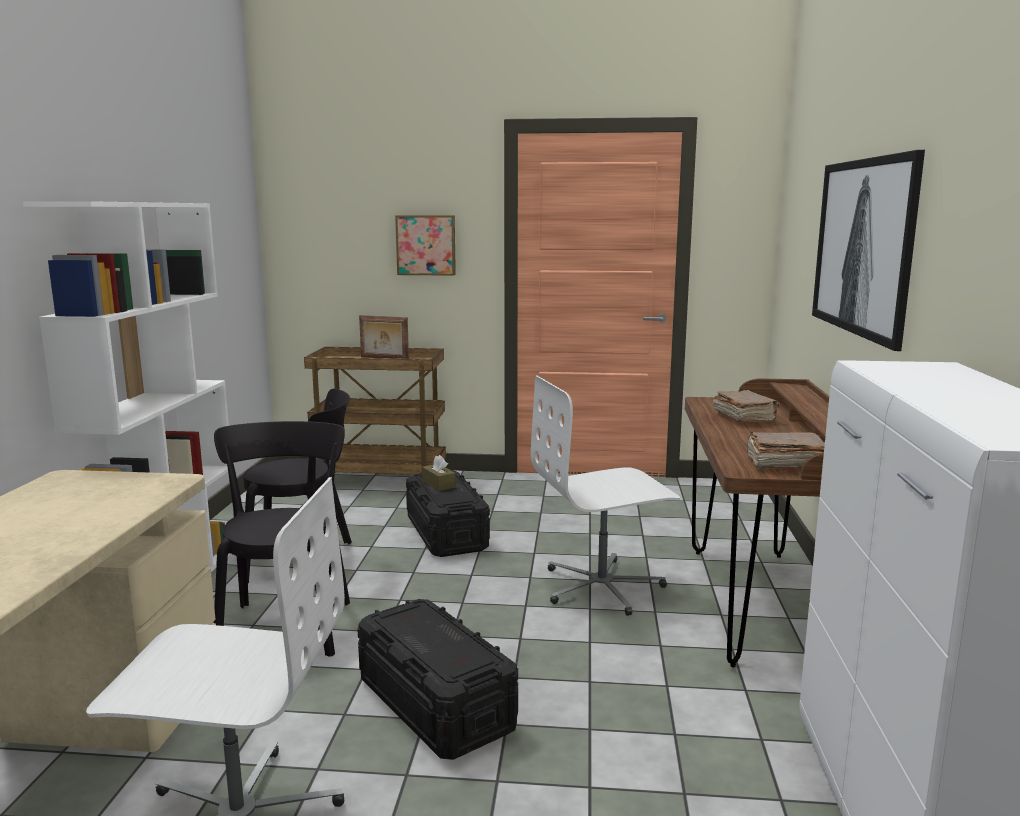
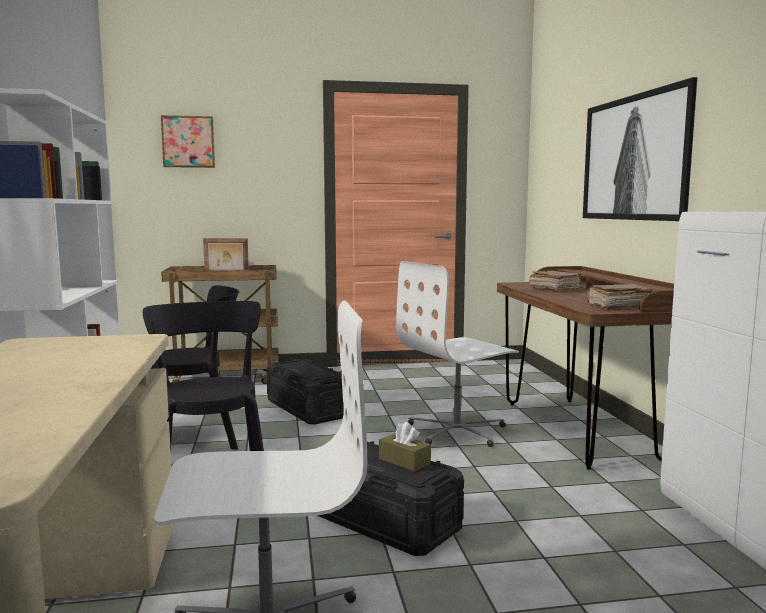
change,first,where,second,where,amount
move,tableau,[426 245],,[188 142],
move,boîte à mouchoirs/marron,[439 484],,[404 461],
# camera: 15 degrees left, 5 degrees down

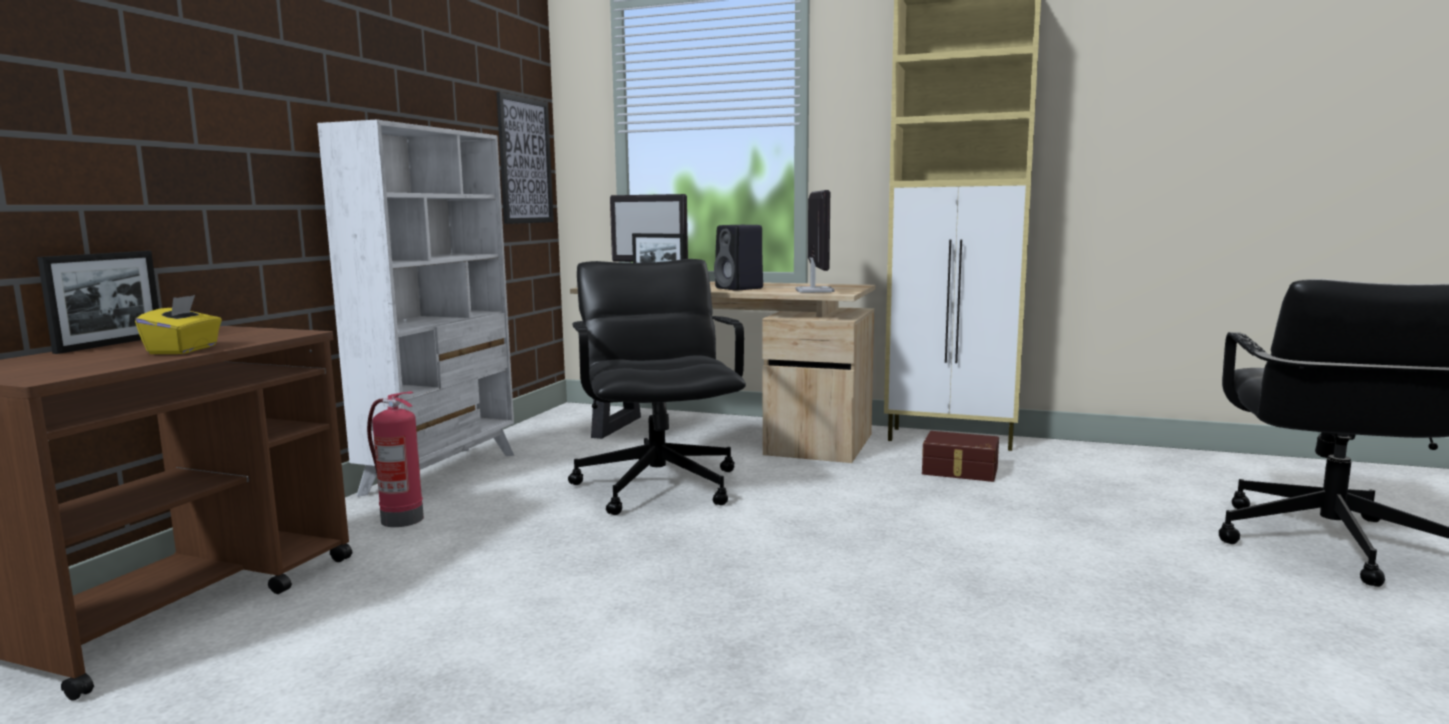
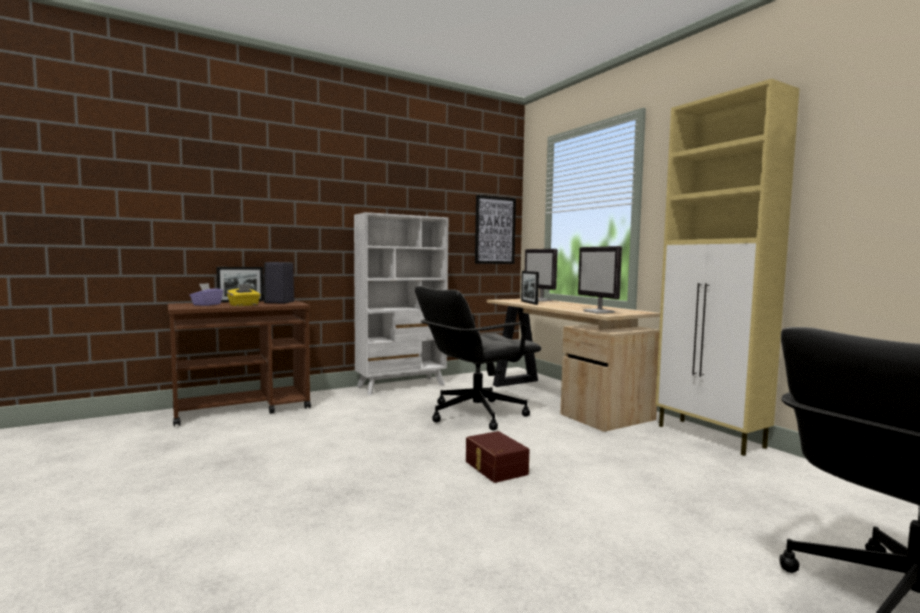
change,first,where,second,where,amount
delete,extincteur,[400 519],,,
insert,,,boîte à mouchoirs/violet,[206 305],
move,enceinte/noir,[740 288],,[279 302],
move,boîte de rangement/marron,[960 471],,[495 468],
rotate,chaise de bureau/noir,[659 485],,[475 414],150 degrees counterclockwise
rotate,écran d'ordinateur,[814 291],,[599 312],120 degrees clockwise
# camera: 40 degrees right, 5 degrees down

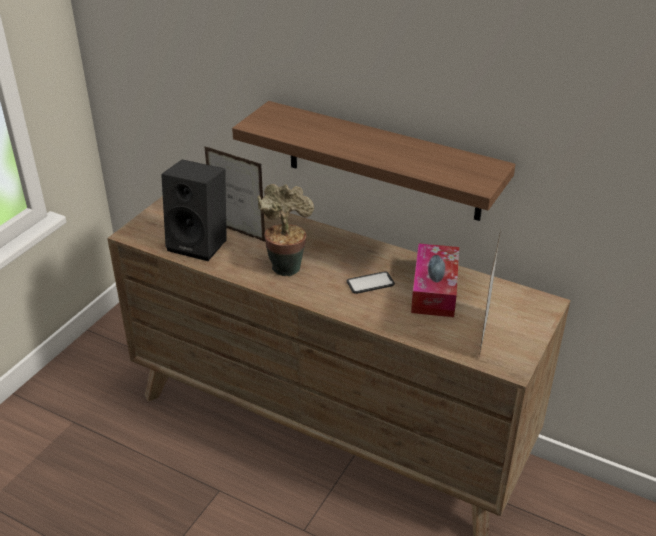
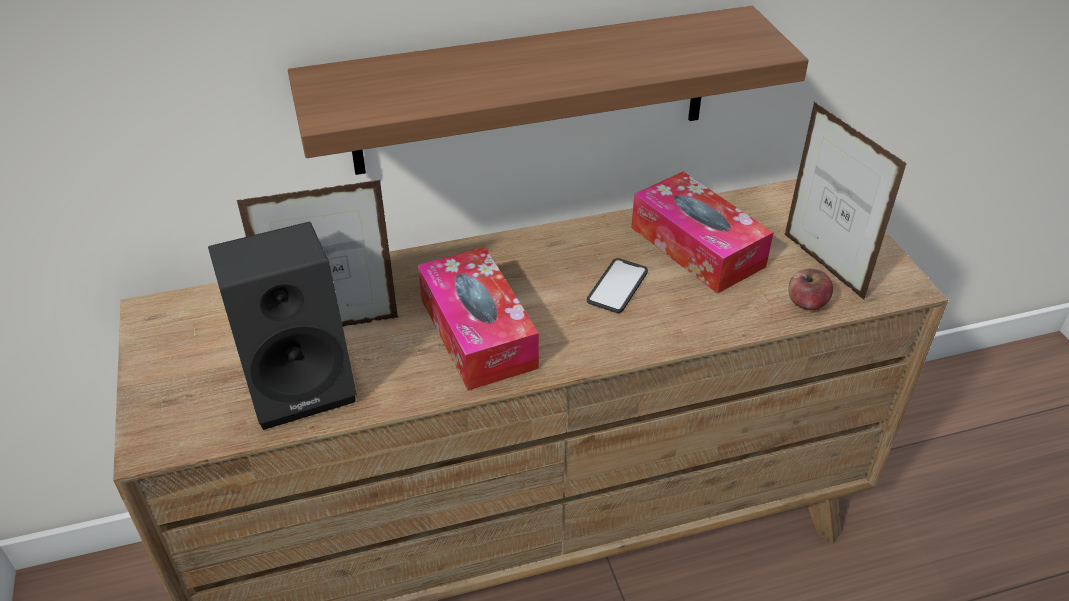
change,first,where,second,where,amount
insert,,,pomme,[806 303],
replace,plante en pot,[286 265],boîte à mouchoirs,[477 333],
# camera: 45 degrees left, 5 degrees up

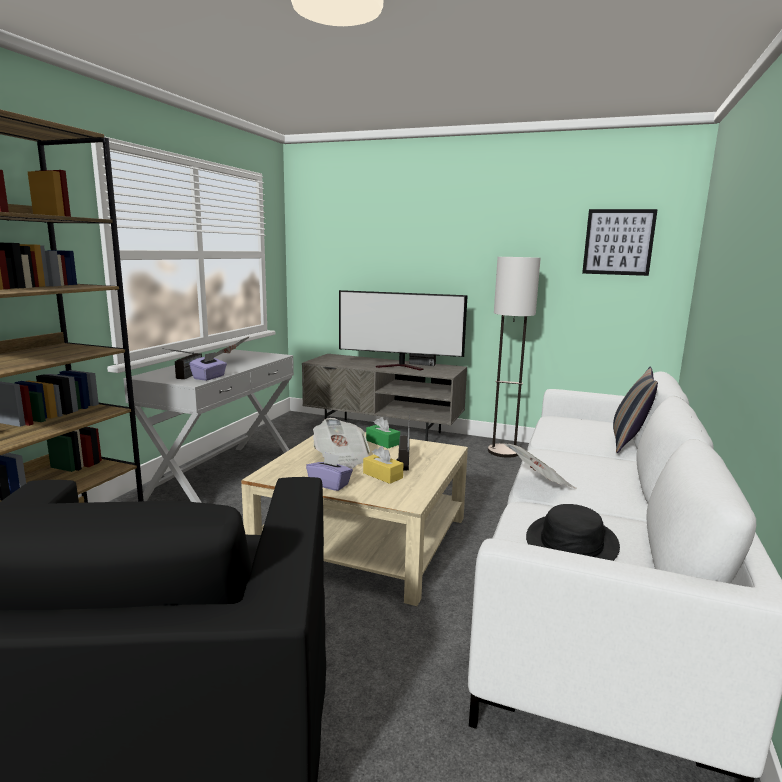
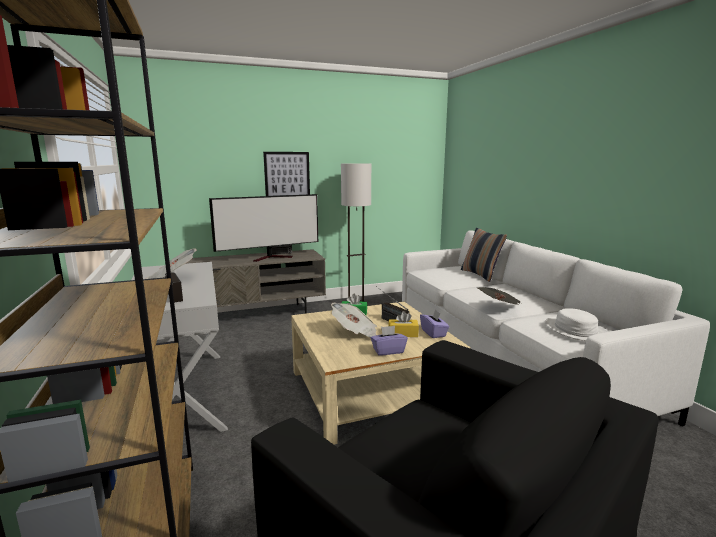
change,first,where,second,where,amount
move,boîte à mouchoirs/violet,[209 377],,[433 333],
move,tableau,[618 242],,[287 175],
recolor,chapeau/noir,[571 543],chapeau/blanc,[575 330],
# camera: 40 degrees left, 0 degrees up

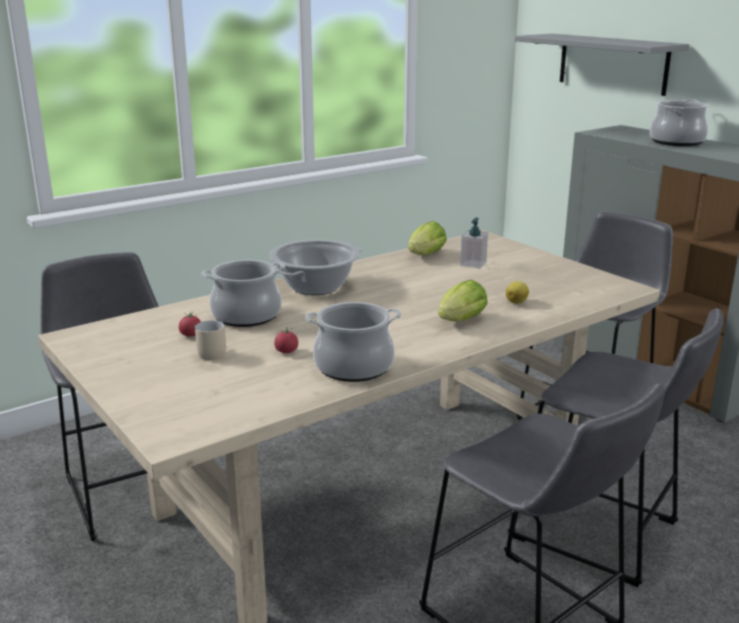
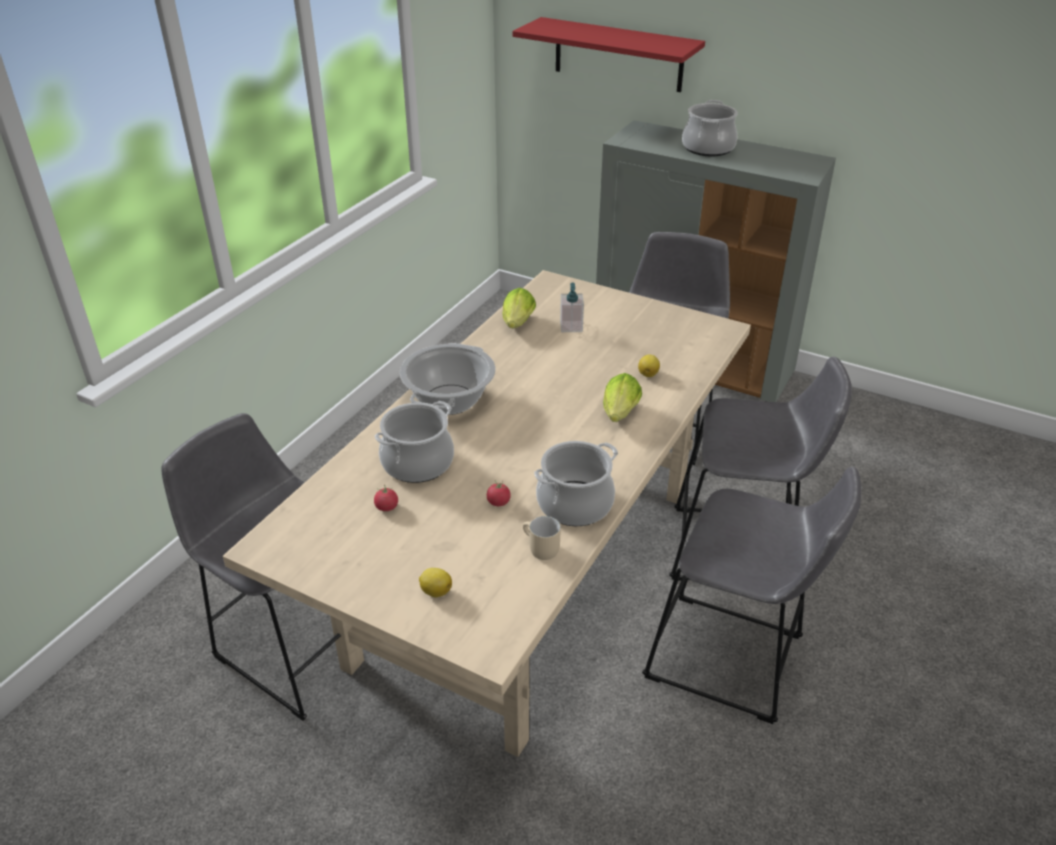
change,first,where,second,where,amount
insert,,,citron,[435 591],
move,mug/beige,[209 353],,[539 549],
recolor,étagère/gris,[612 63],étagère/rouge,[618 55],
# camera: 25 degrees left, 15 degrees up

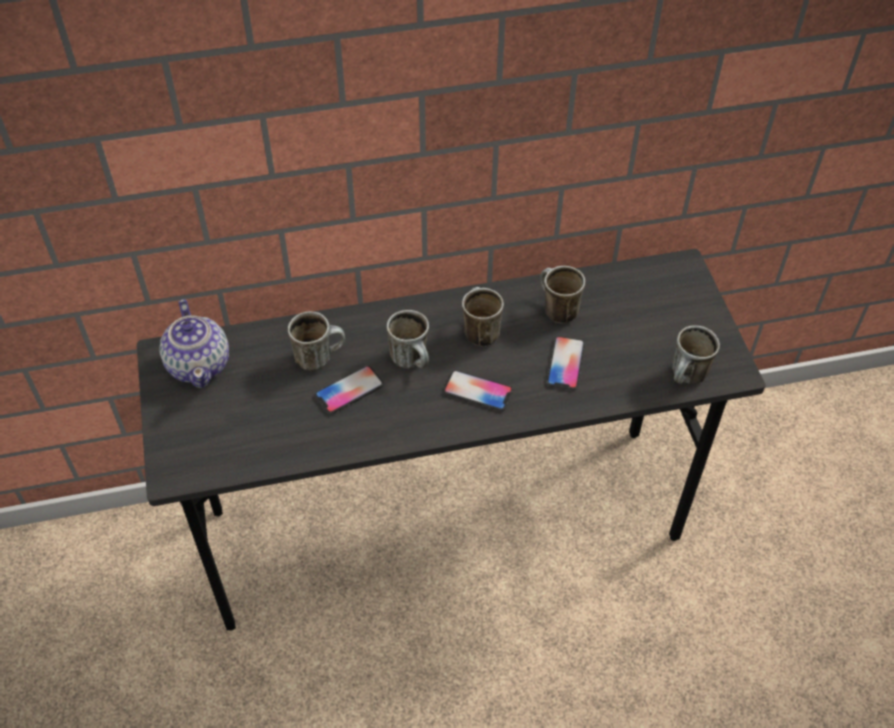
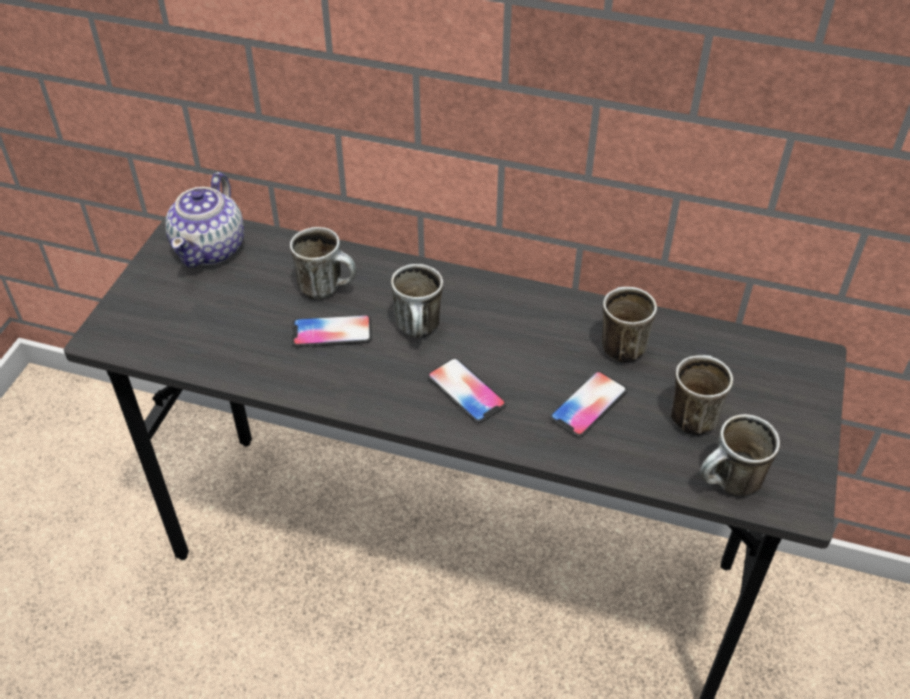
change,first,where,second,where,amount
move,mug,[478 331],,[692 413],
# camera: 30 degrees right, 5 degrees down

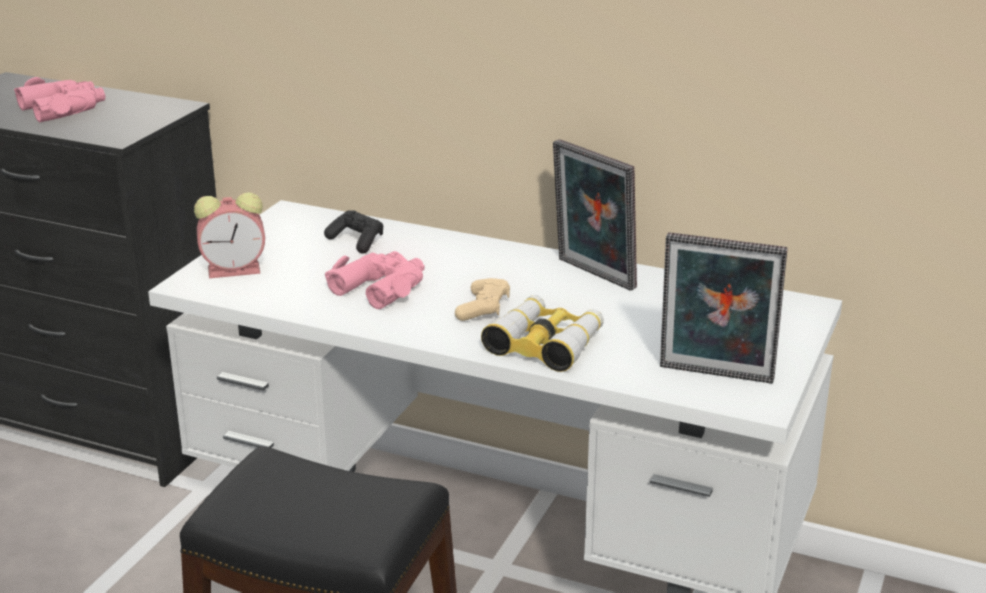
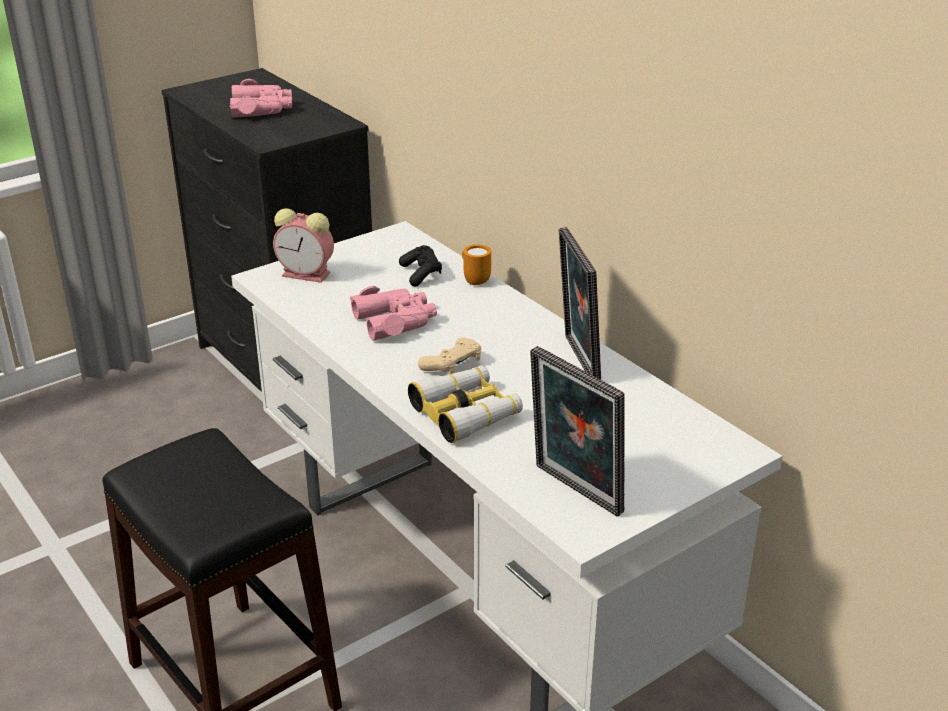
change,first,where,second,where,amount
insert,,,mug/orange,[474 280],
# camera: 30 degrees right, 5 degrees up

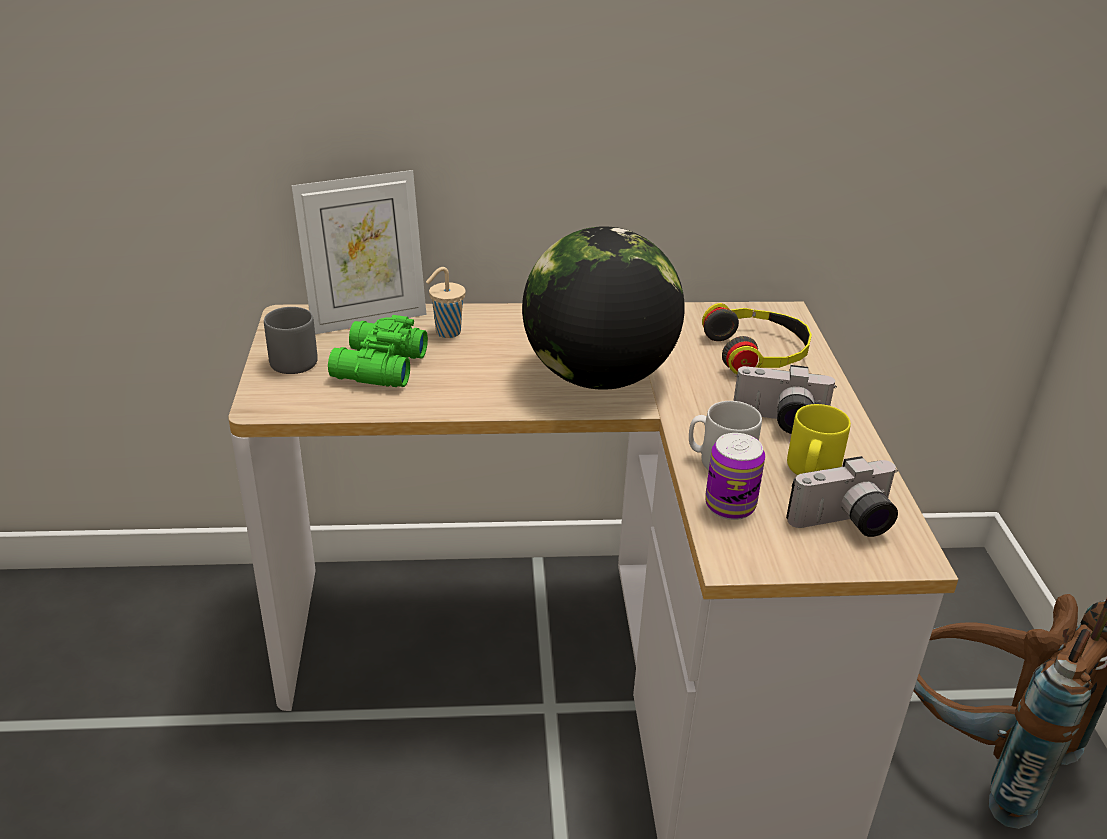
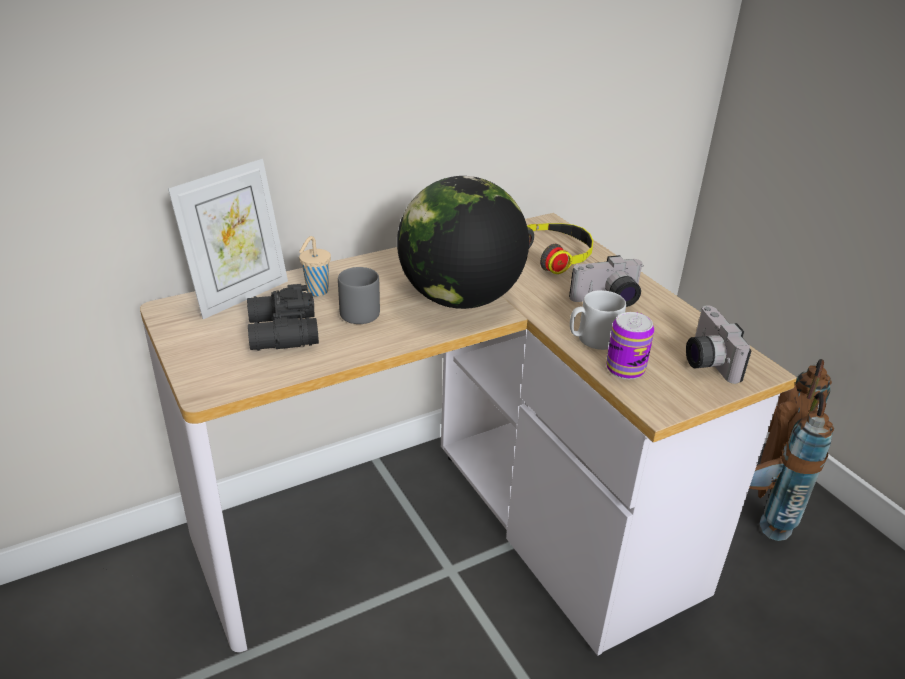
change,first,where,second,where,amount
delete,mug/jaune,[811 470],,,
move,mug/gris,[297 359],,[359 311],
recolor,jumelles/vert,[377 367],jumelles/noir,[281 333],
rotate,appareil photo,[845 524],,[705 360],120 degrees clockwise
# camera: 25 degrees left, 0 degrees up

